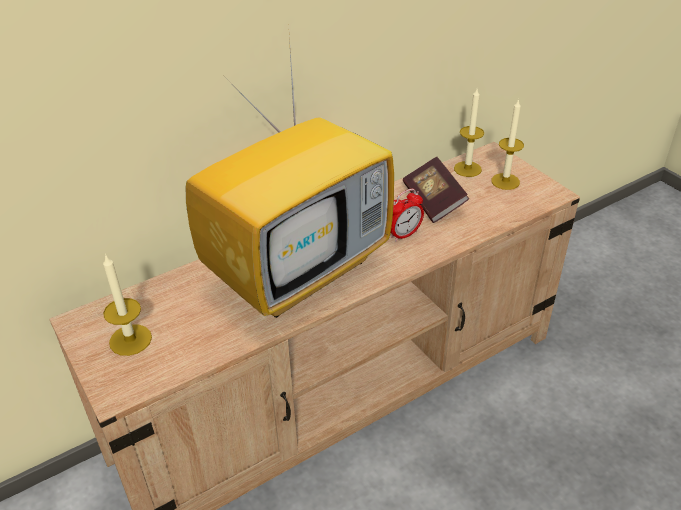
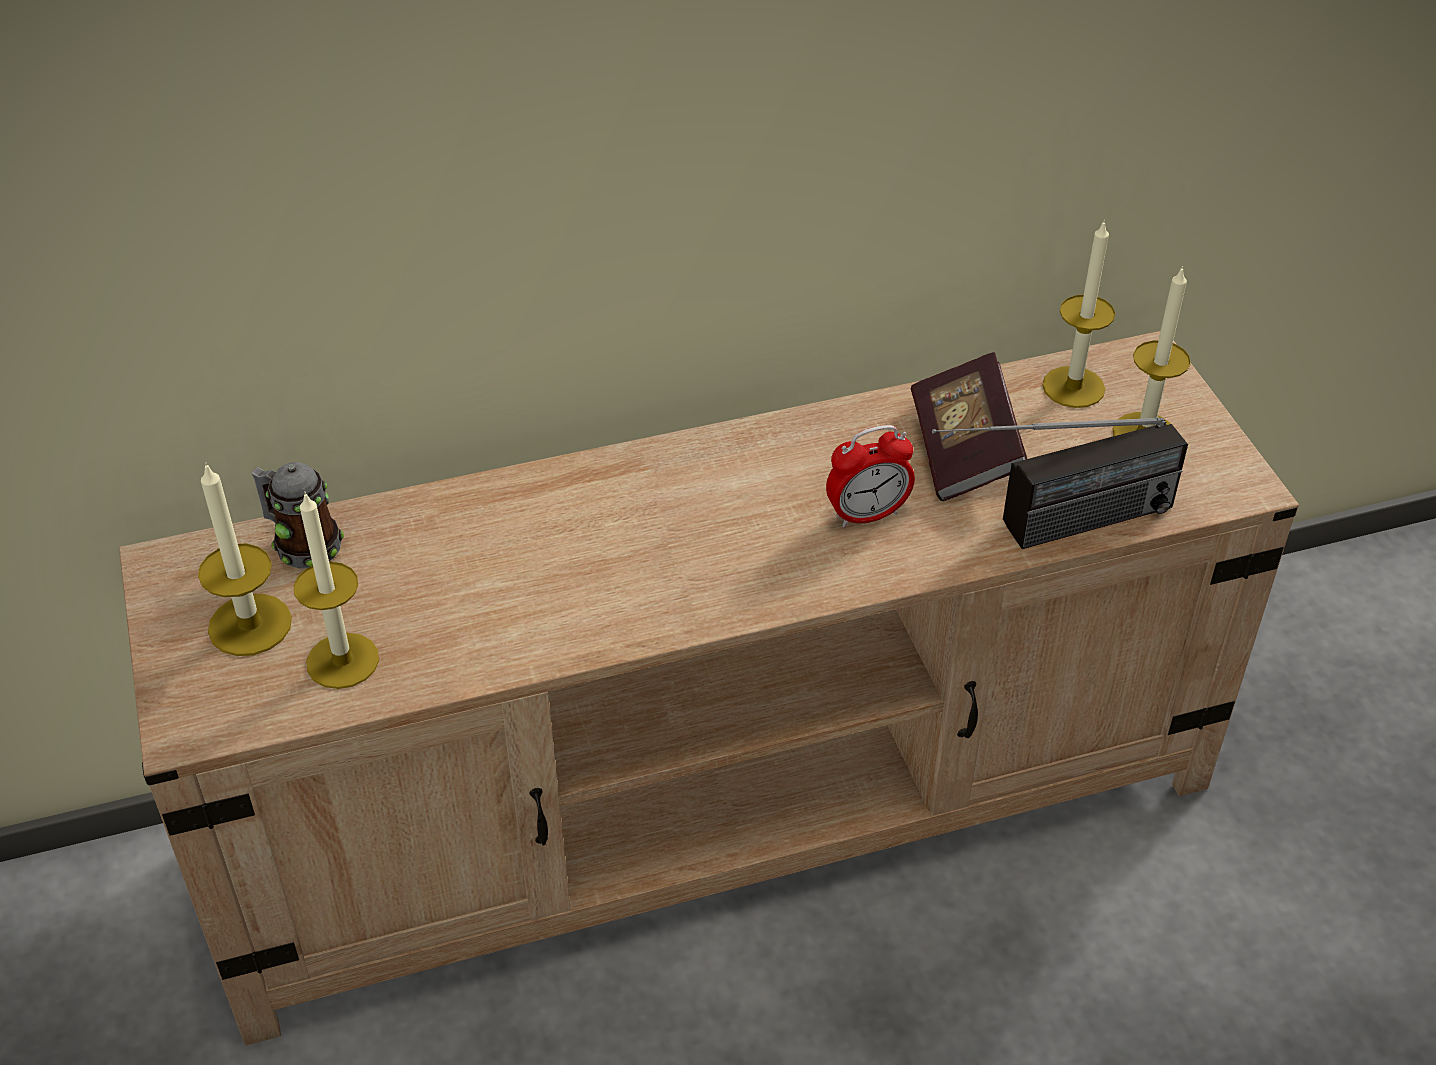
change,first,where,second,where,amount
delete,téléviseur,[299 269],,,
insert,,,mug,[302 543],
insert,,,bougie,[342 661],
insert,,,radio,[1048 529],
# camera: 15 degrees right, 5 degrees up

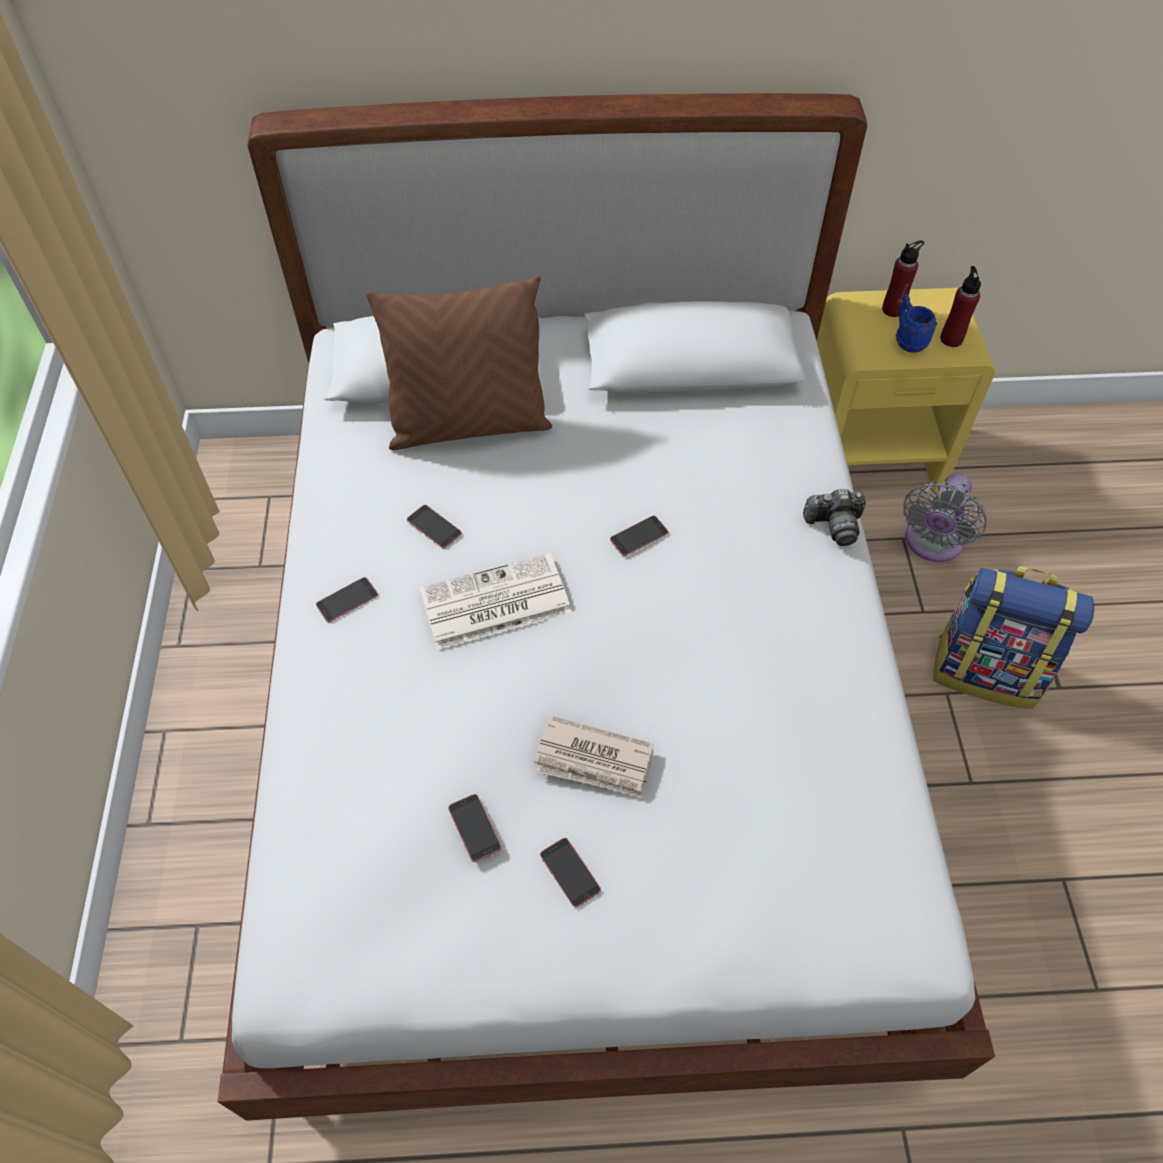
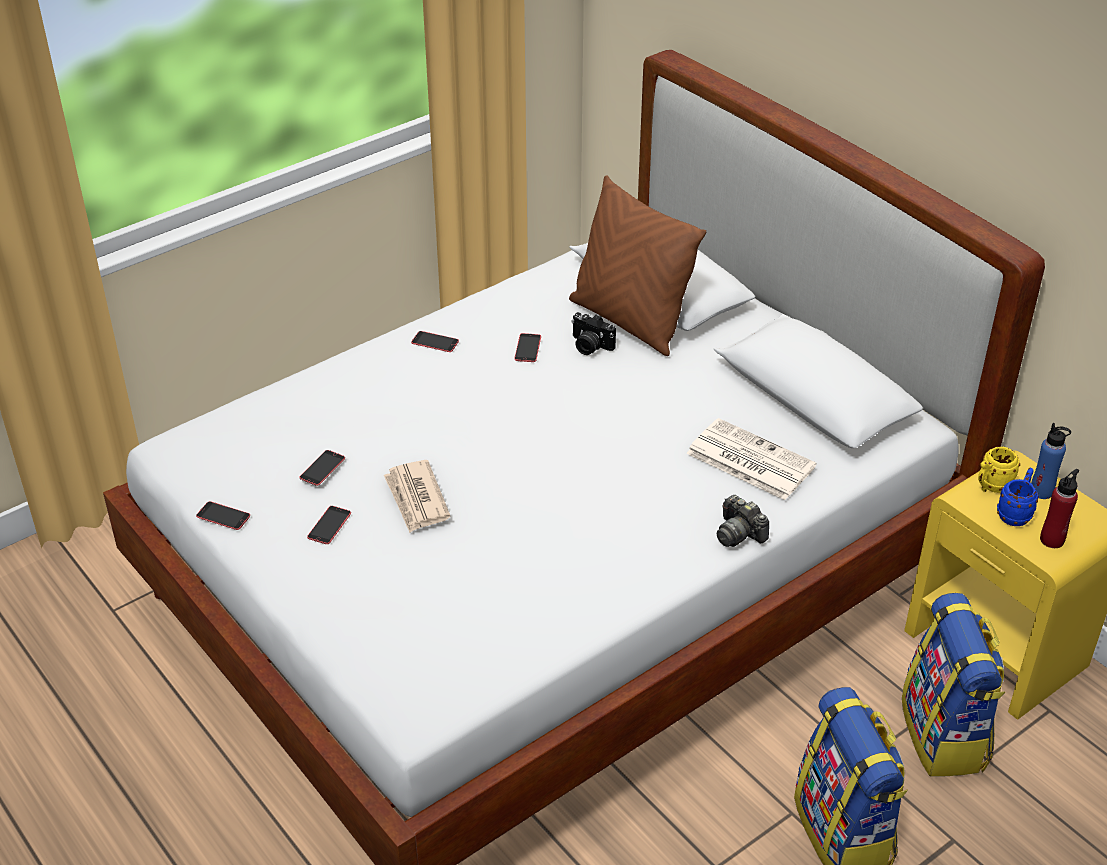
change,first,where,second,where,amount
insert,,,appareil photo,[589 346],
insert,,,mug/jaune,[991 486],
move,journal,[493 603],,[748 460],
move,téléphone,[639 536],,[223 516],
replace,ventilateur/gris,[931 544],sac à dos,[945 735],
recolor,bouteille/rouge,[893 309],bouteille/bleu,[1041 491],
# camera: 55 degrees right, 15 degrees down

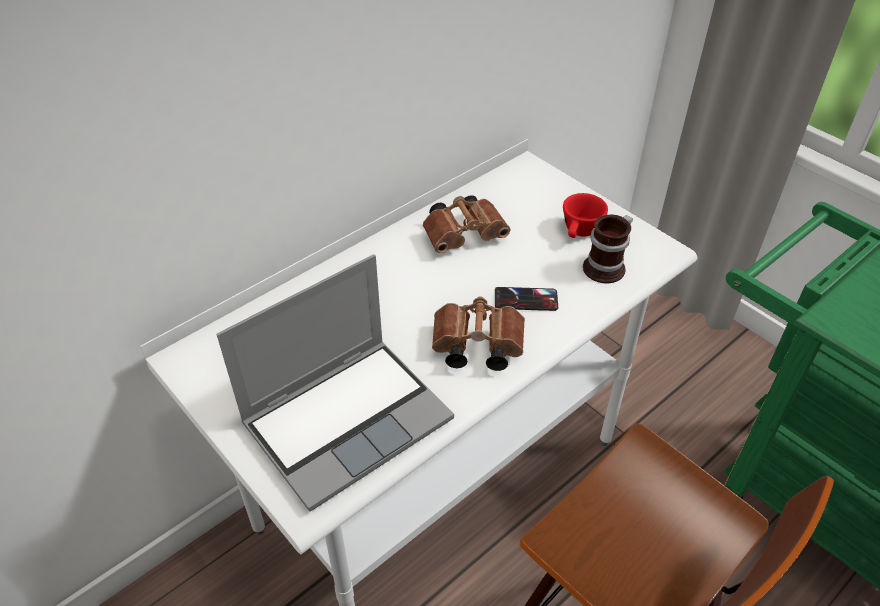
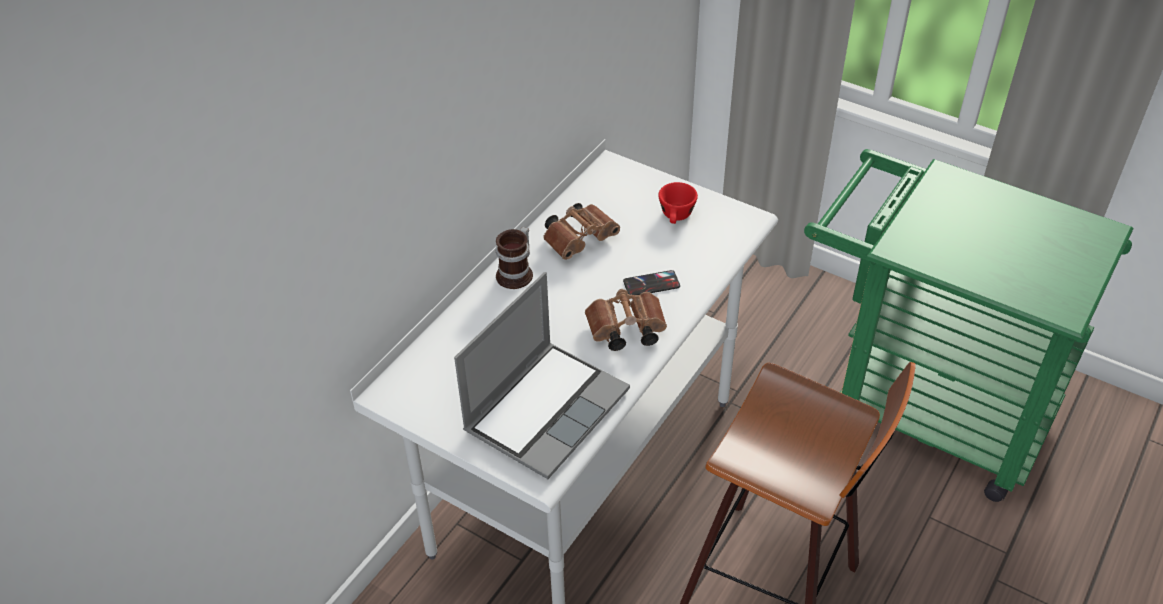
change,first,where,second,where,amount
move,mug,[608 267],,[517 274],
# camera: 15 degrees left, 0 degrees up

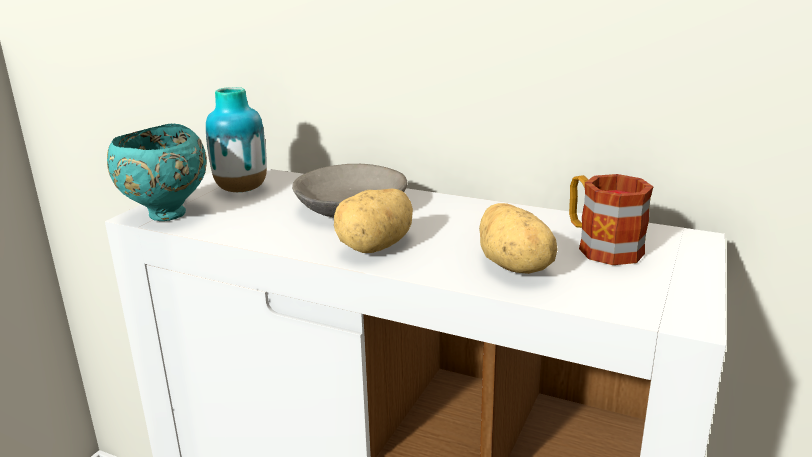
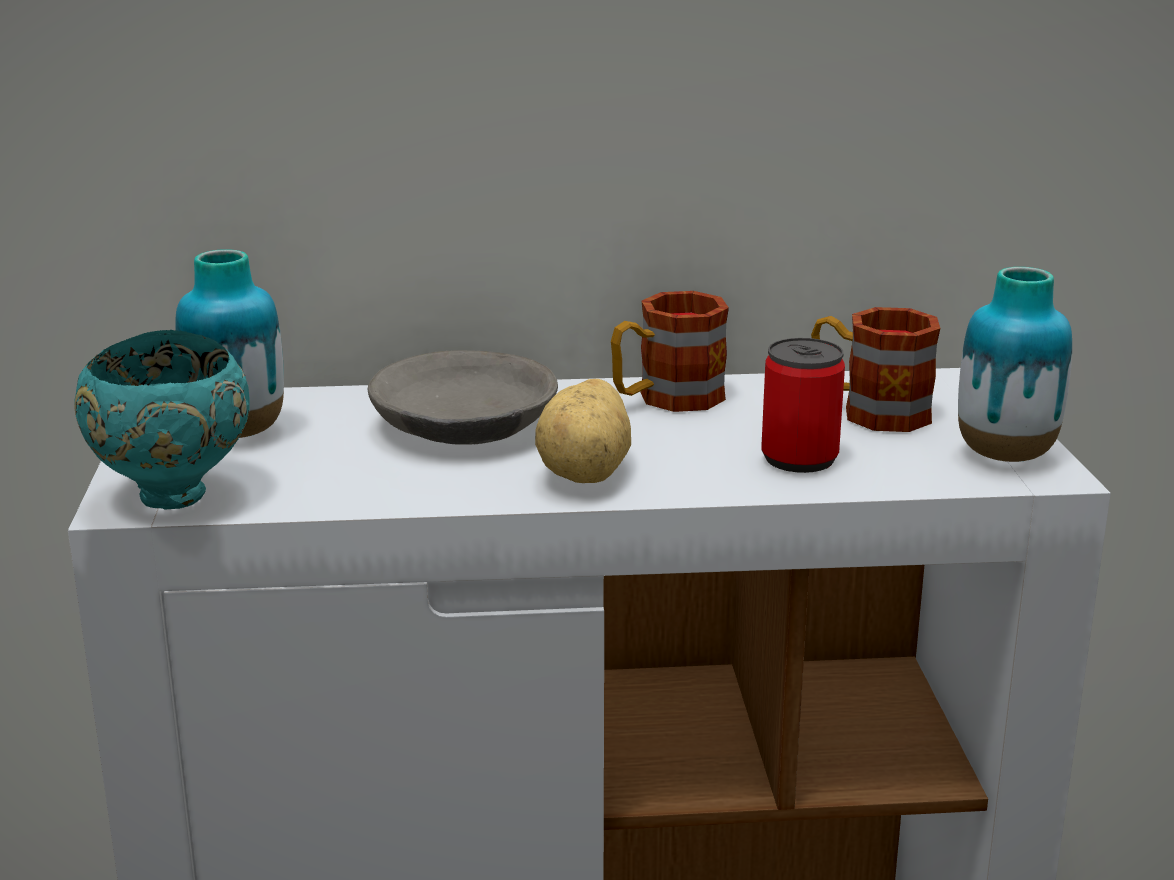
change,first,where,second,where,amount
insert,,,mug,[666 399],
insert,,,vase,[1005 454],
replace,pomme de terre,[515 266],boîte métallique,[799 458],
# camera: 30 degrees left, 0 degrees up

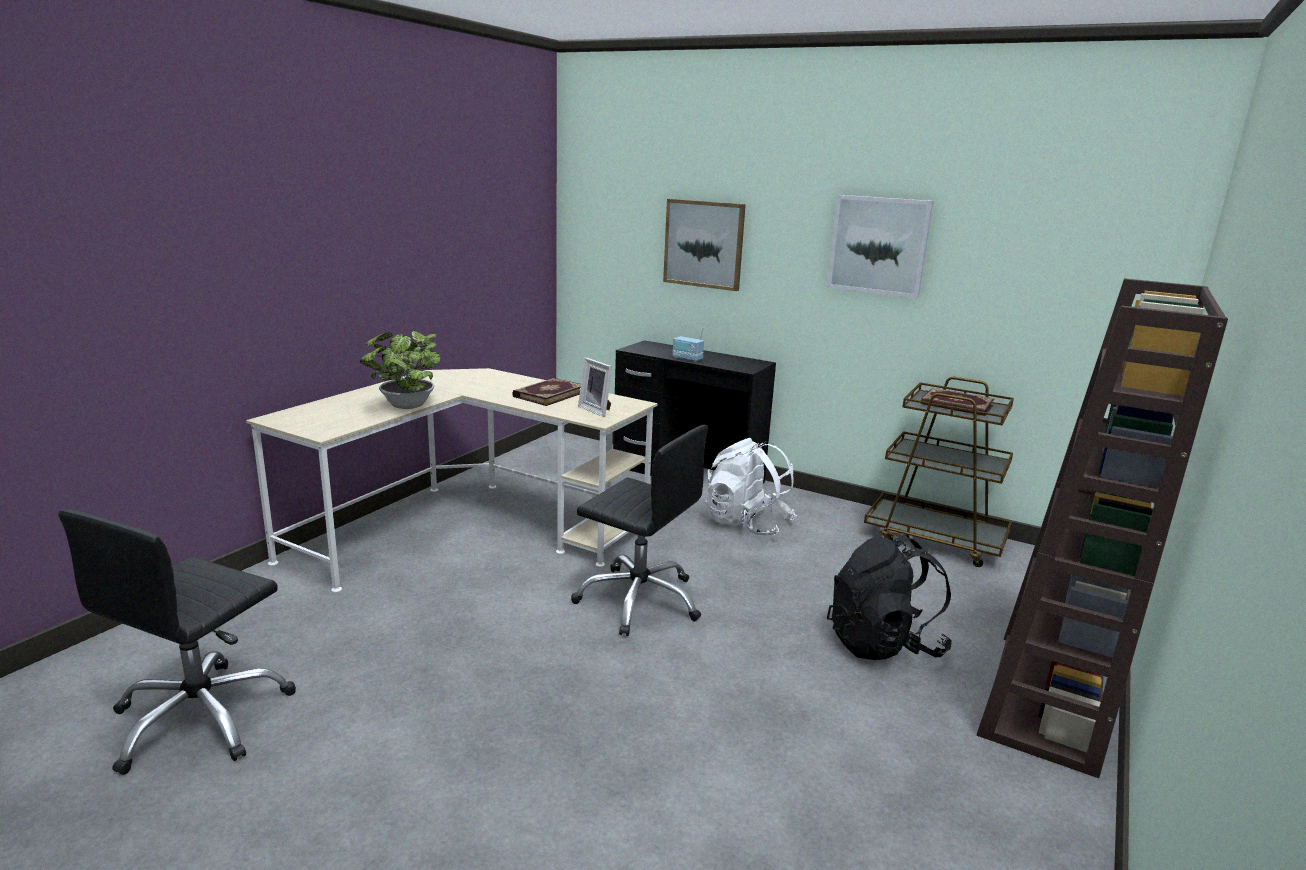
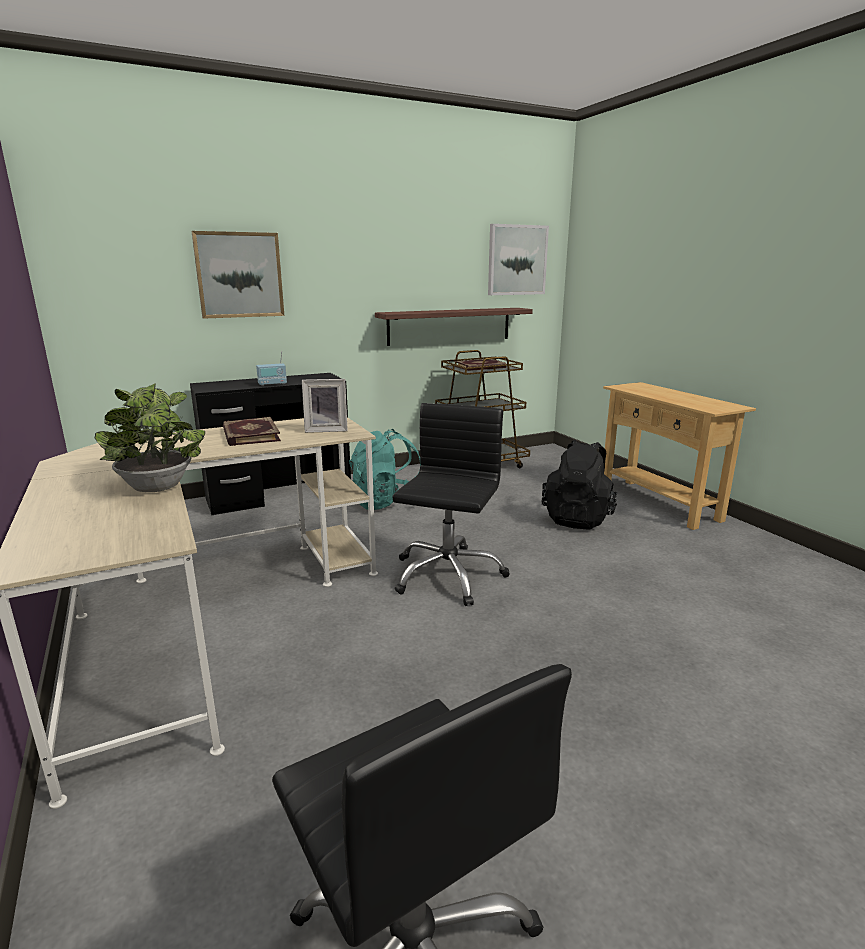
change,first,where,second,where,amount
insert,,,étagère,[450 326],
move,tableau,[879 245],,[517 260],
replace,bibliothèque/marron,[1047 700],table console/beige,[658 503],
recolor,sac à dos/blanc,[747 524],sac à dos/turquoise,[387 503],
rotate,chaise de bureau/noir,[639 600],,[447 575],45 degrees counterclockwise
# camera: 55 degrees left, 0 degrees up

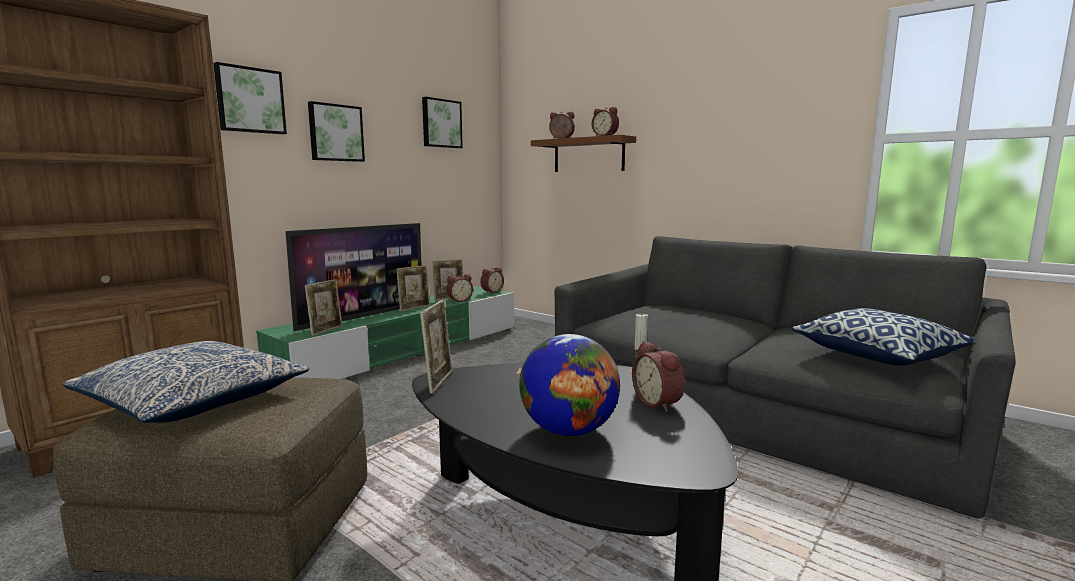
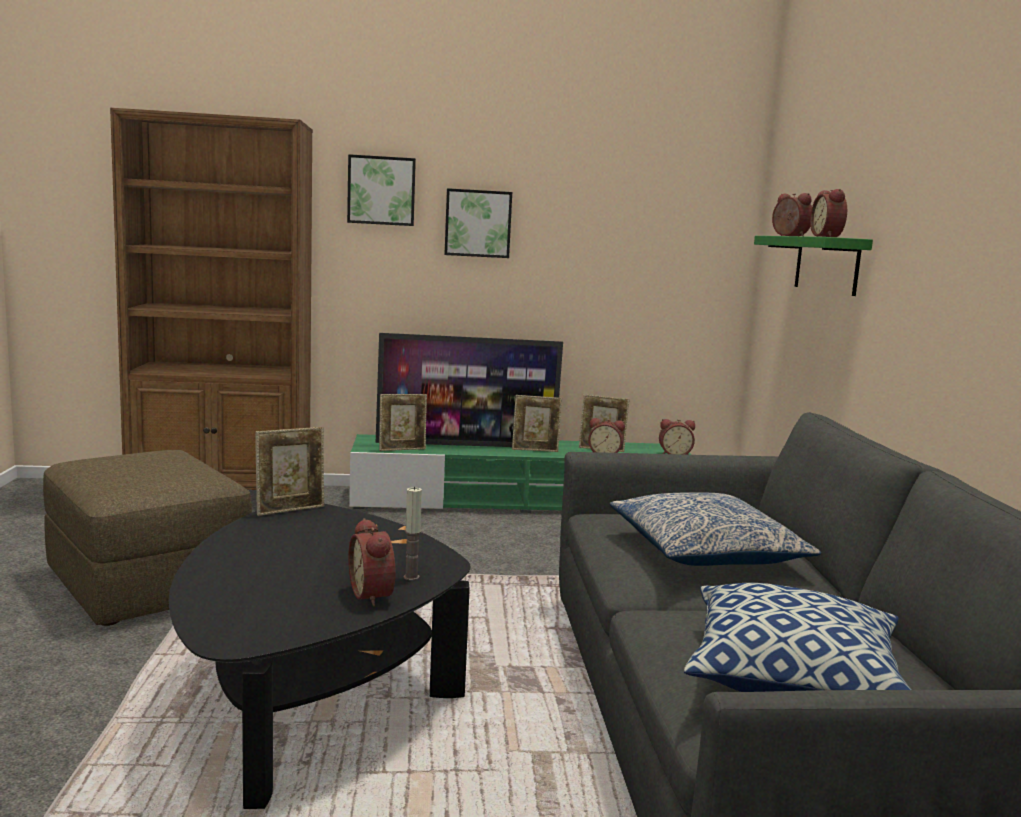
change,first,where,second,where,amount
delete,tableau,[441 123],,,
delete,globe,[568 430],,,
move,coussin,[194 400],,[705 550],
recolor,étagère/marron,[588 155],étagère/vert,[826 264],
rotate,réveil,[659 403],,[375 595],45 degrees counterclockwise
# camera: 45 degrees right, 0 degrees up

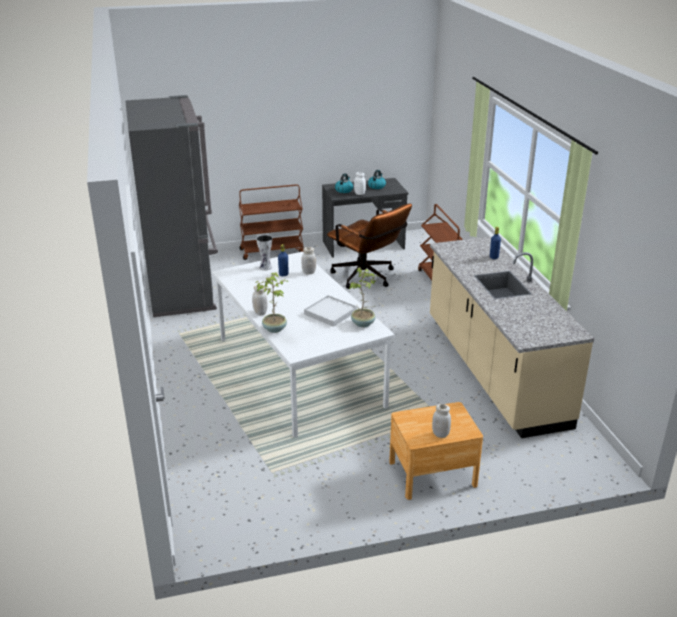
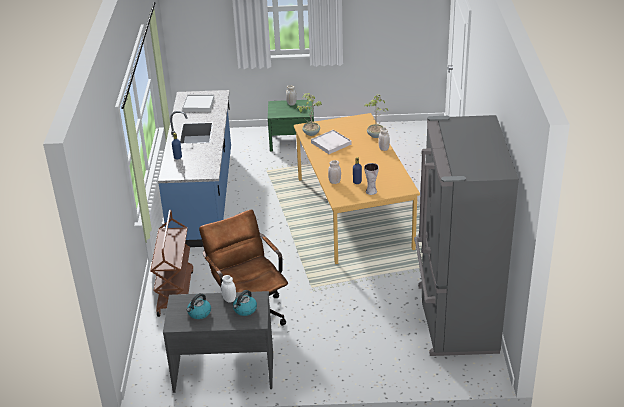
change,first,where,second,where,amount
delete,chariot/marron,[272 251],,,
insert,,,plateau/blanc,[198 104],
recolor,table à manger/blanc,[298 371],table à manger/orange,[354 213],
recolor,table de chevet/marron,[432 474],table de chevet/vert,[292 141],
recolor,comptoir de cuisine/beige,[493 370],comptoir de cuisine/bleu,[204 197],
# camera: 165 degrees left, 5 degrees up

